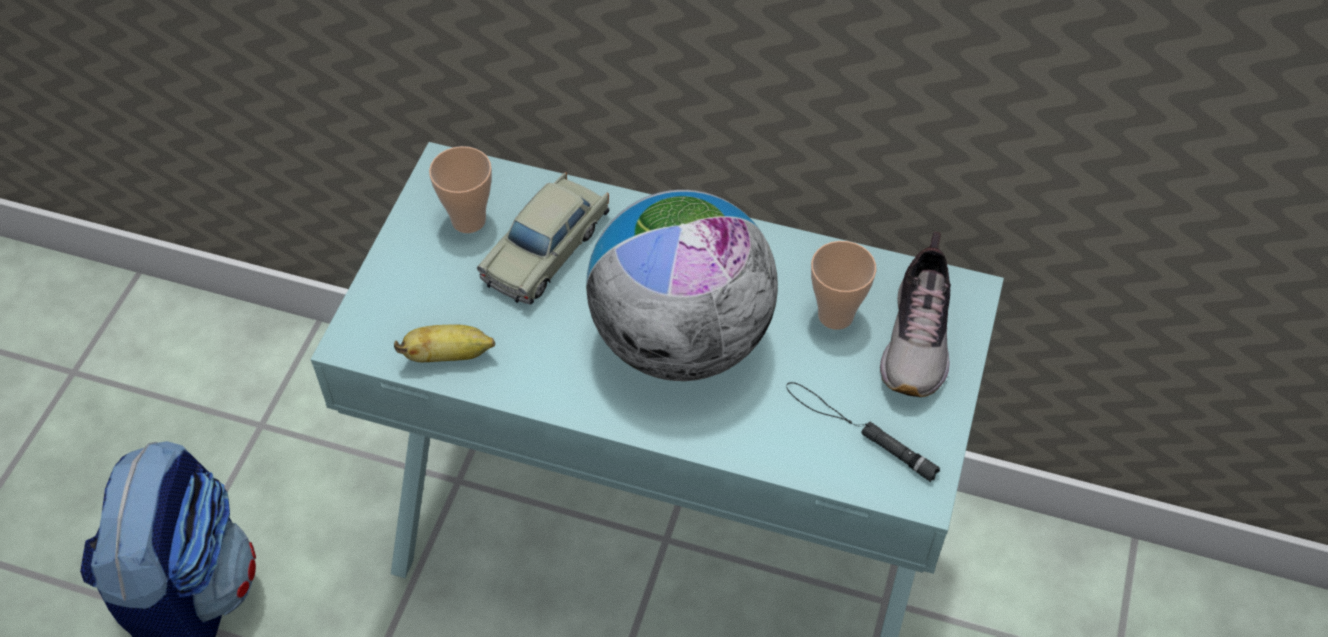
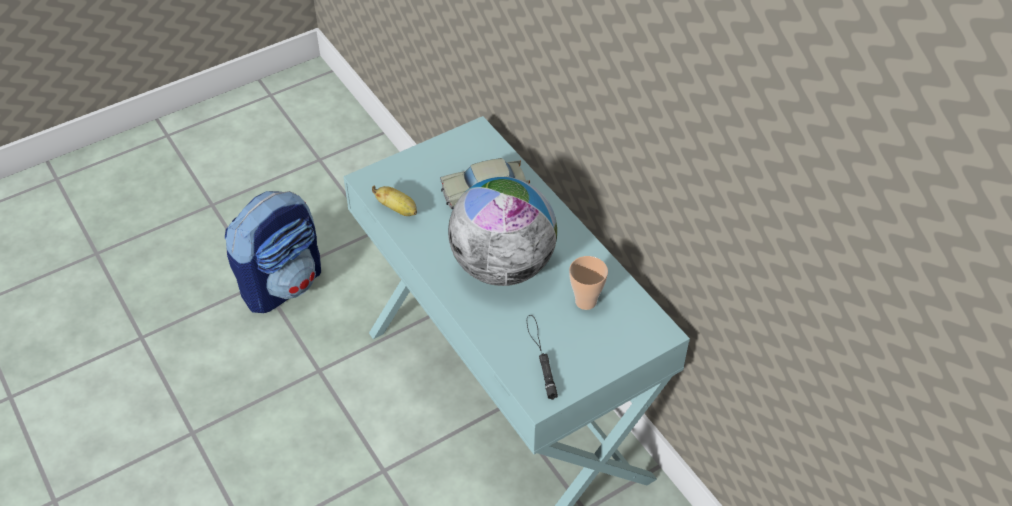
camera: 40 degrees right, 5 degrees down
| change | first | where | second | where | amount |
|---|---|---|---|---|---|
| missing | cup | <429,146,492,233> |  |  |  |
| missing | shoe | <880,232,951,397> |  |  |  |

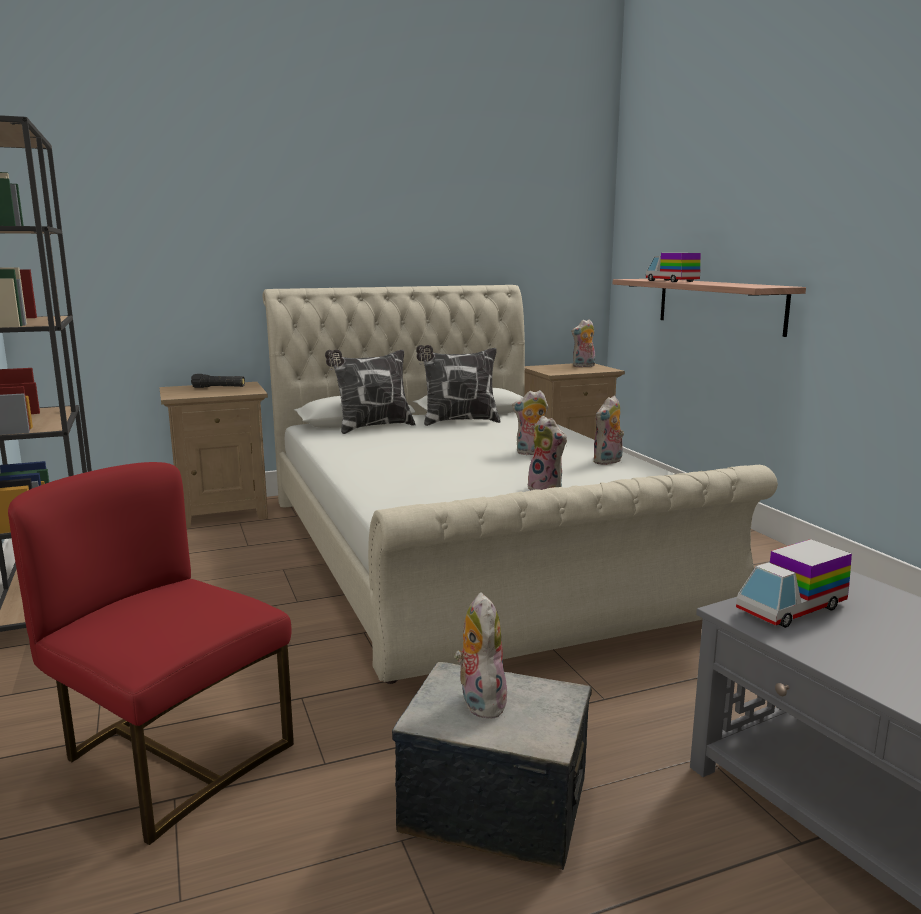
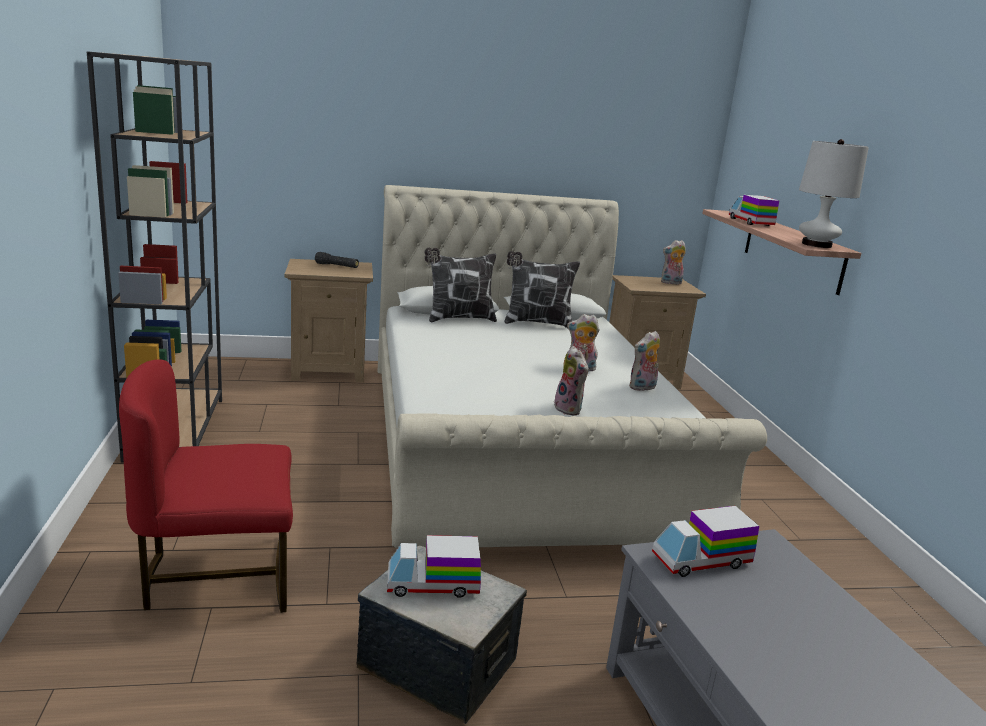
camera: 10 degrees right, 5 degrees up
| change | first | where | second | where | amount |
|---|---|---|---|---|---|
| appeared |  |  | white table lamp | <799,139,869,248> |  |
| exchanged | plush toy | <454,592,507,719> | toy truck | <387,535,481,598> |  |
| spun | red chair | <8,462,294,845> |  | <119,360,293,613> | 60 degrees counterclockwise |

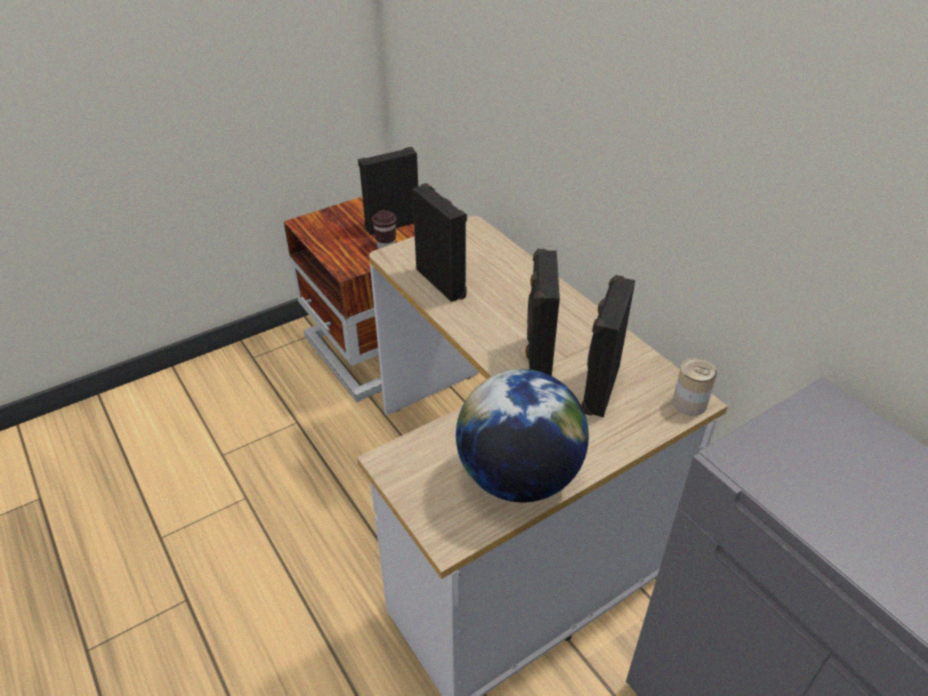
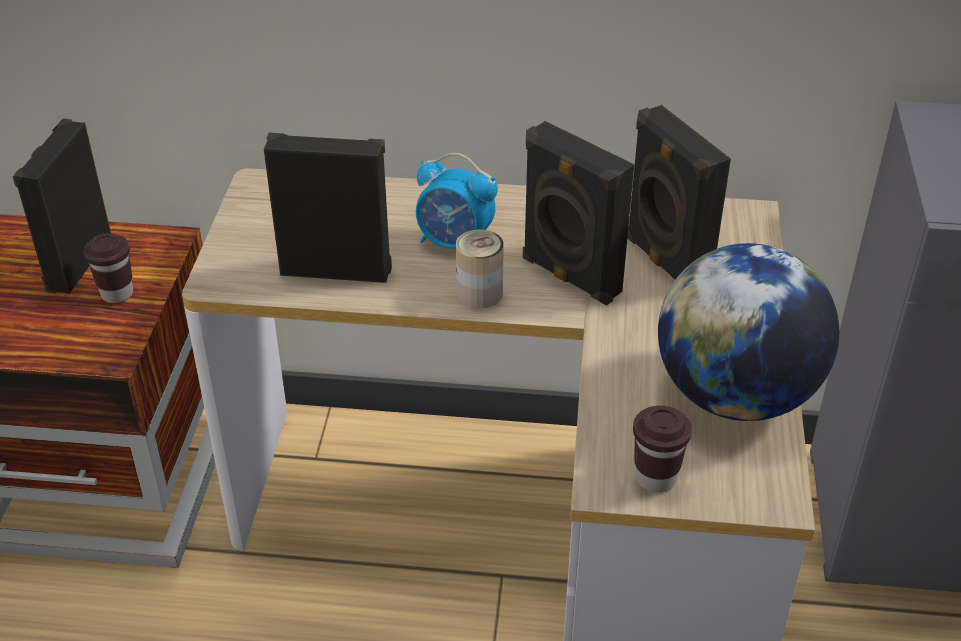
camera: 50 degrees left, 0 degrees up
| change | first | where | second | where | amount |
|---|---|---|---|---|---|
| appeared |  |  | alarm clock | <416,153,498,249> |  |
| appeared |  |  | brown cup | <633,406,692,493> |  |
| relocated | can | <672,358,717,416> |  | <456,230,504,308> |  |

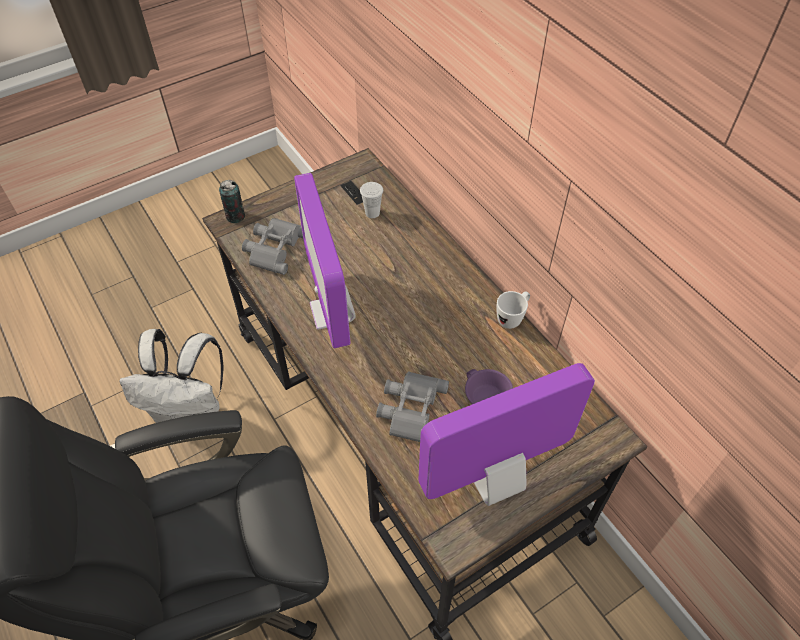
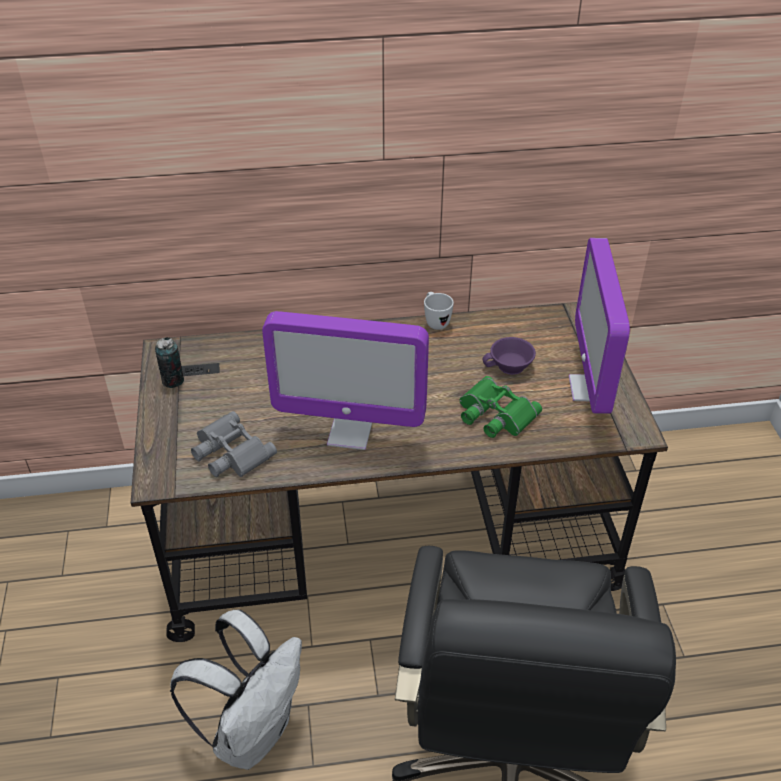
camera: 65 degrees left, 10 degrees down
| change | first | where | second | where | amount |
|---|---|---|---|---|---|
| missing | white cup | <360,182,383,218> |  |  |  |
| relocated | can | <219,180,245,223> |  | <155,337,184,388> |  |
| colour | grey binoculars | <376,371,449,442> | green binoculars | <459,376,542,438> |  |

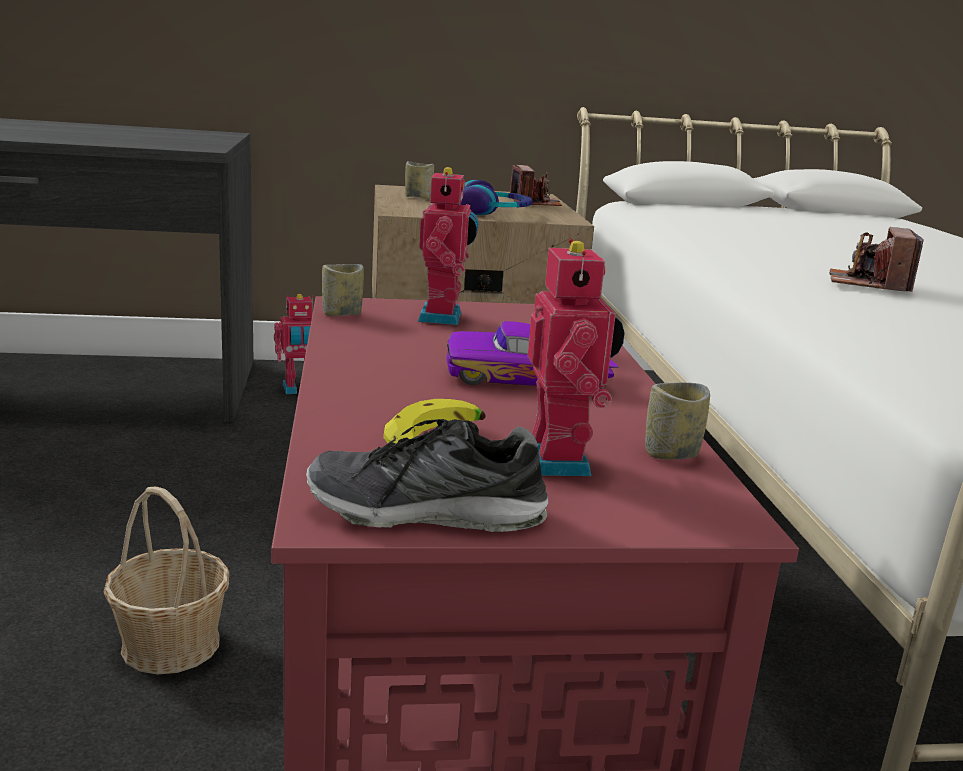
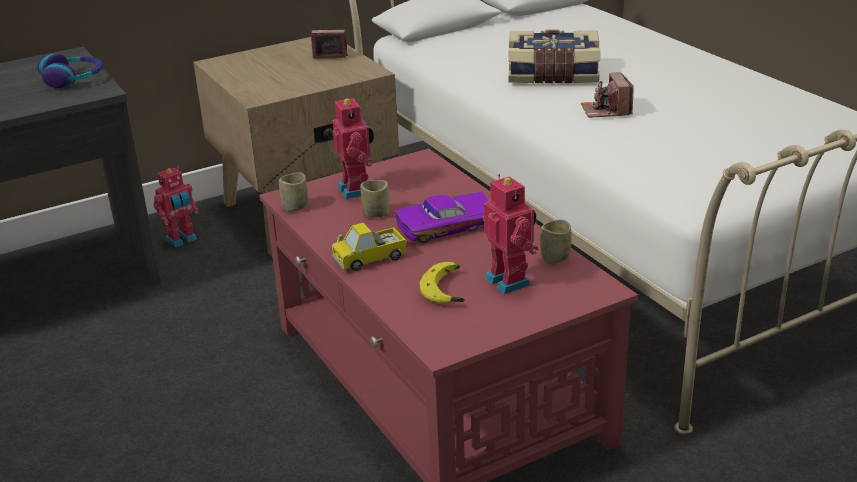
camera: 20 degrees left, 10 degrees up
| change | first | where | second | where | amount |
|---|---|---|---|---|---|
| missing | basket | <104,487,229,675> |  |  |  |
| missing | shoe | <306,419,548,532> |  |  |  |
| appeared |  |  | toy truck | <332,223,407,271> |  |
| appeared |  |  | book | <508,30,600,84> |  |
| relocated | cup | <405,161,434,199> |  | <360,180,389,218> |  |
| relocated | headphones | <460,180,533,215> |  | <37,54,103,88> |  |
| spun | photo camera | <510,165,562,206> |  | <311,28,348,59> | 60 degrees counterclockwise |

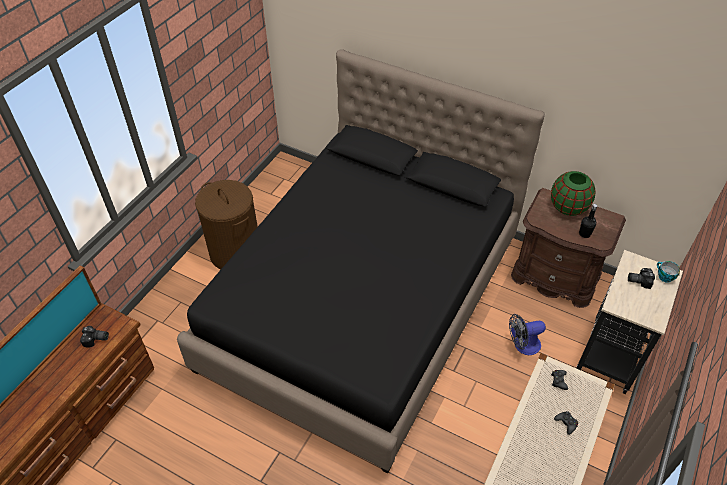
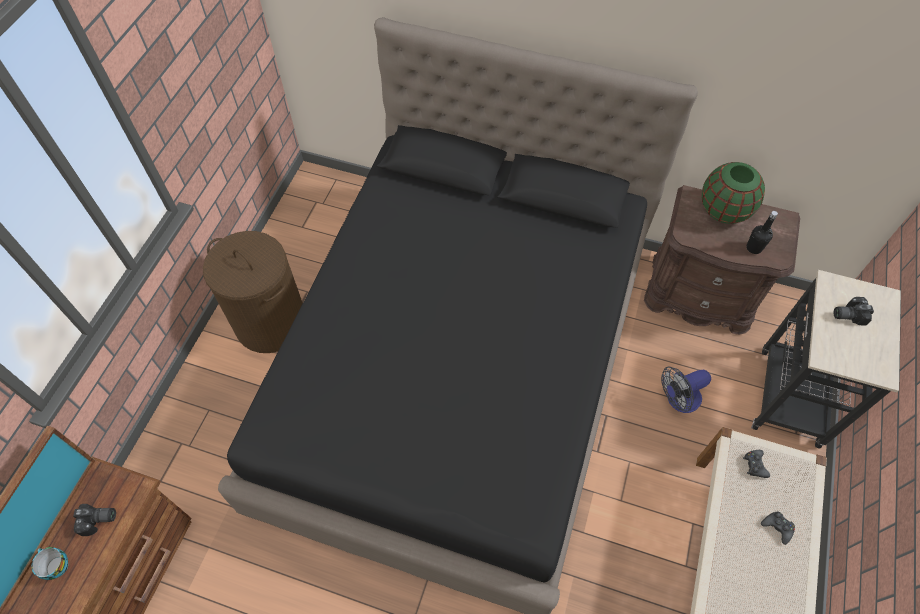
camera: 10 degrees left, 10 degrees up
| change | first | where | second | where | amount |
|---|---|---|---|---|---|
| relocated | cup | <657,261,680,283> |  | <31,547,68,580> |  |

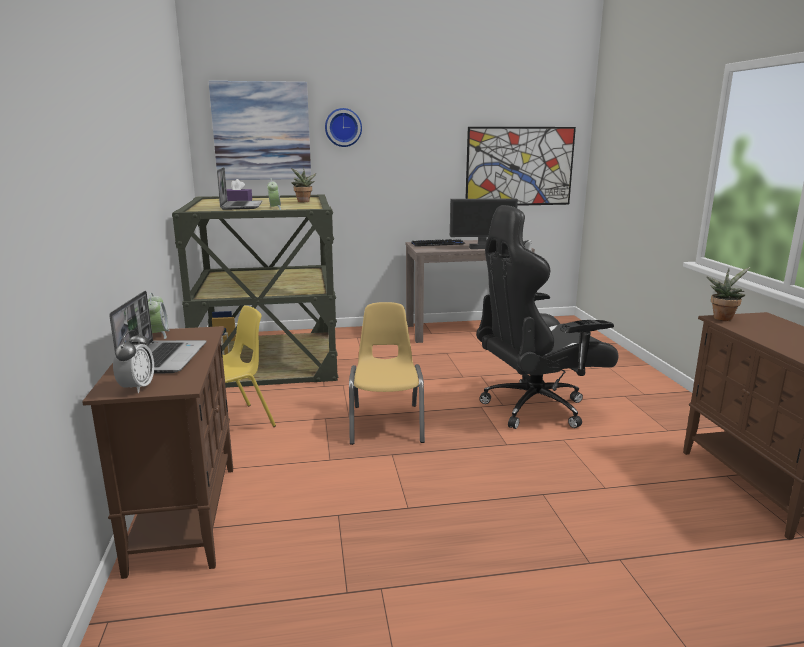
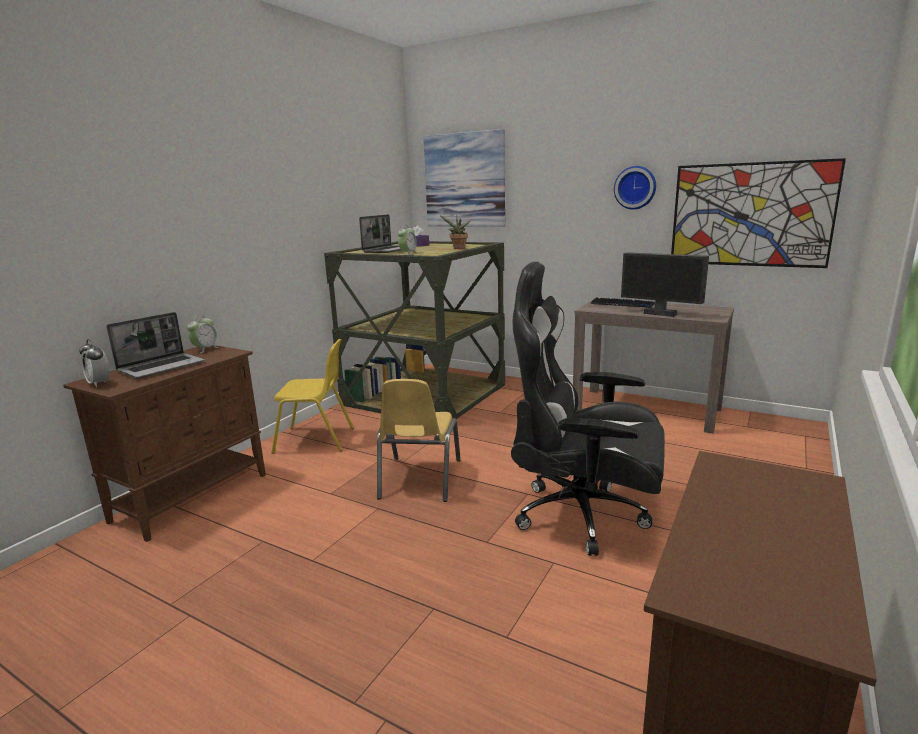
camera: 40 degrees right, 0 degrees up
| change | first | where | second | where | amount |
|---|---|---|---|---|---|
| missing | potted plant | <707,267,750,321> |  |  |  |
| relocated | wall clock | <325,108,362,147> |  | <614,166,656,210> |  |
| spun | alarm clock | <113,330,154,393> |  | <79,339,110,387> | 90 degrees clockwise |
| spun | yellow chair | <349,302,425,445> |  | <377,379,461,502> | 150 degrees clockwise |

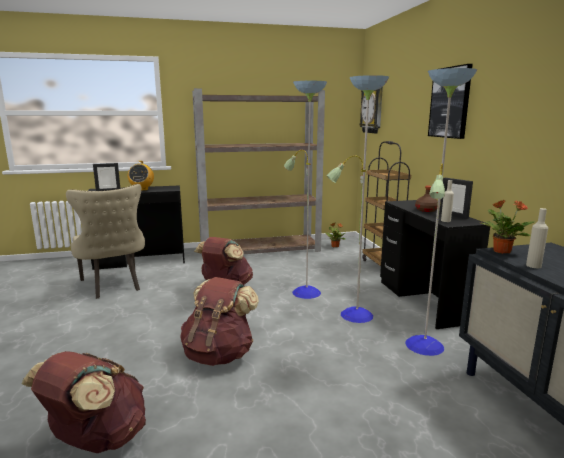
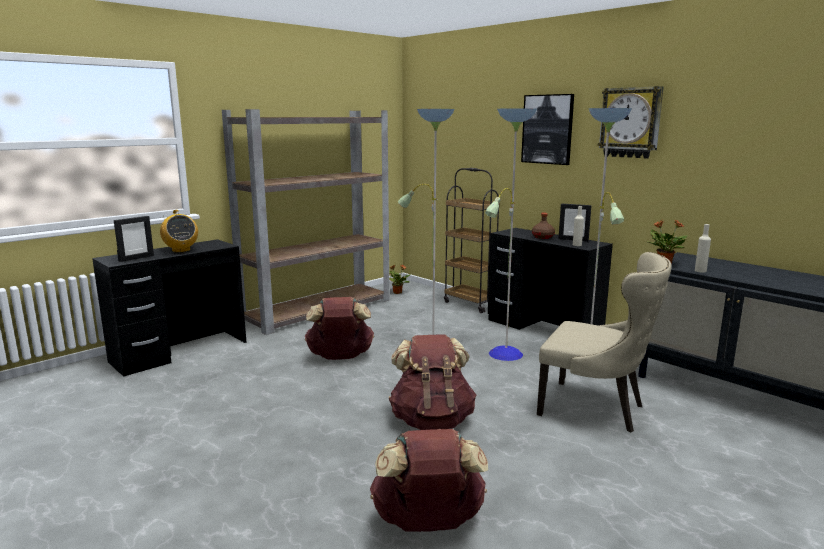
camera: 30 degrees left, 0 degrees up
| change | first | where | second | where | amount |
|---|---|---|---|---|---|
| relocated | beige chair | <66,184,145,299> |  | <537,252,672,432> |  |
| relocated | wall clock | <359,87,383,134> |  | <598,86,664,159> |  |

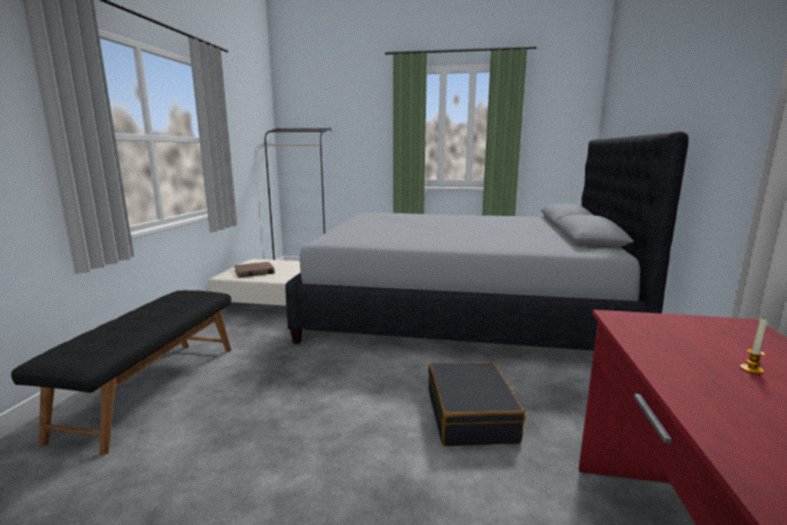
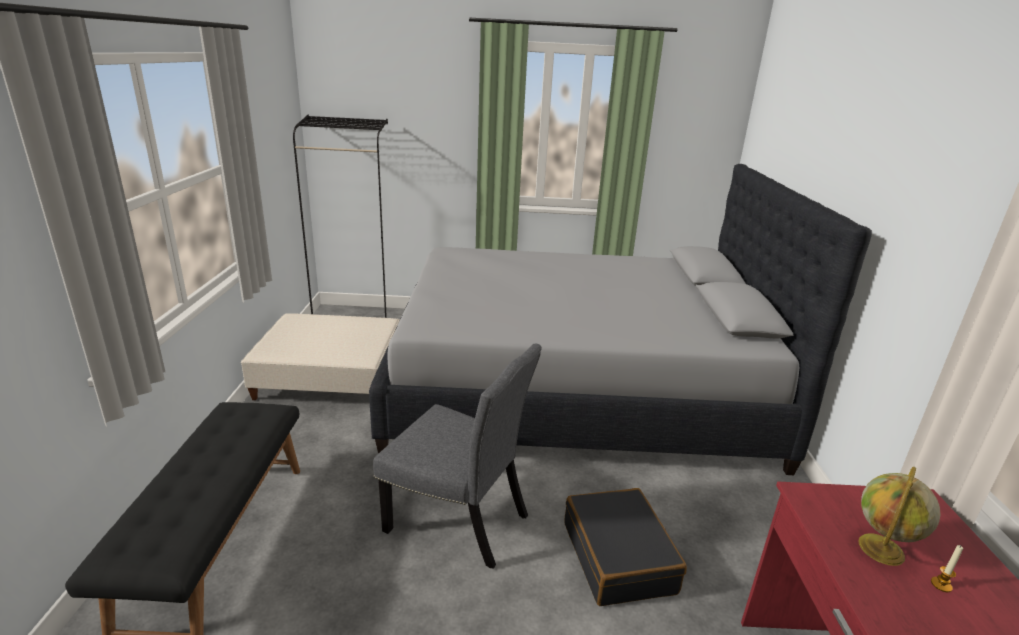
camera: 10 degrees left, 10 degrees up
| change | first | where | second | where | amount |
|---|---|---|---|---|---|
| missing | brown book | <234,262,275,278> |  |  |  |
| appeared |  |  | grey chair | <373,344,542,569> |  |
| appeared |  |  | globe | <858,467,941,566> |  |

